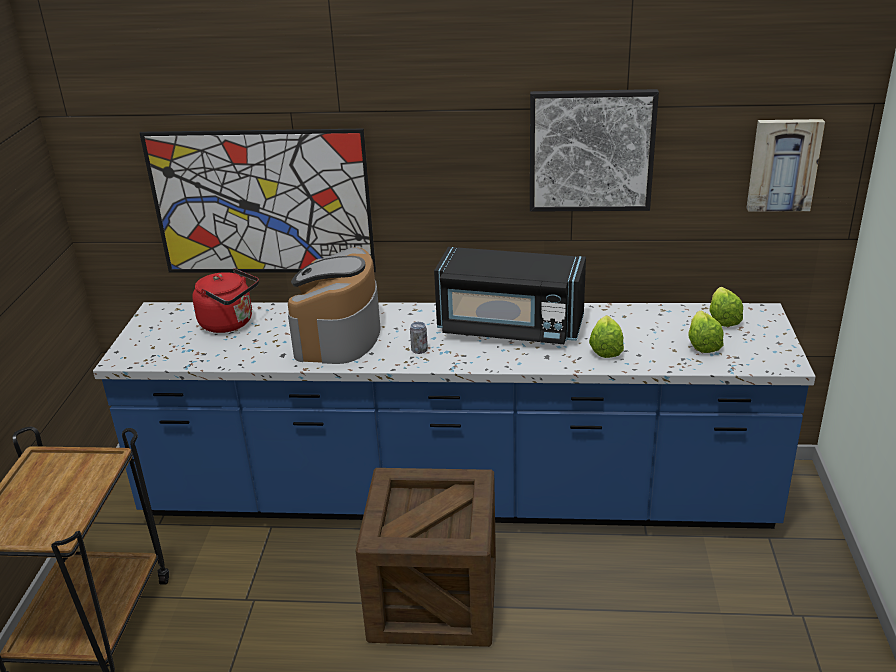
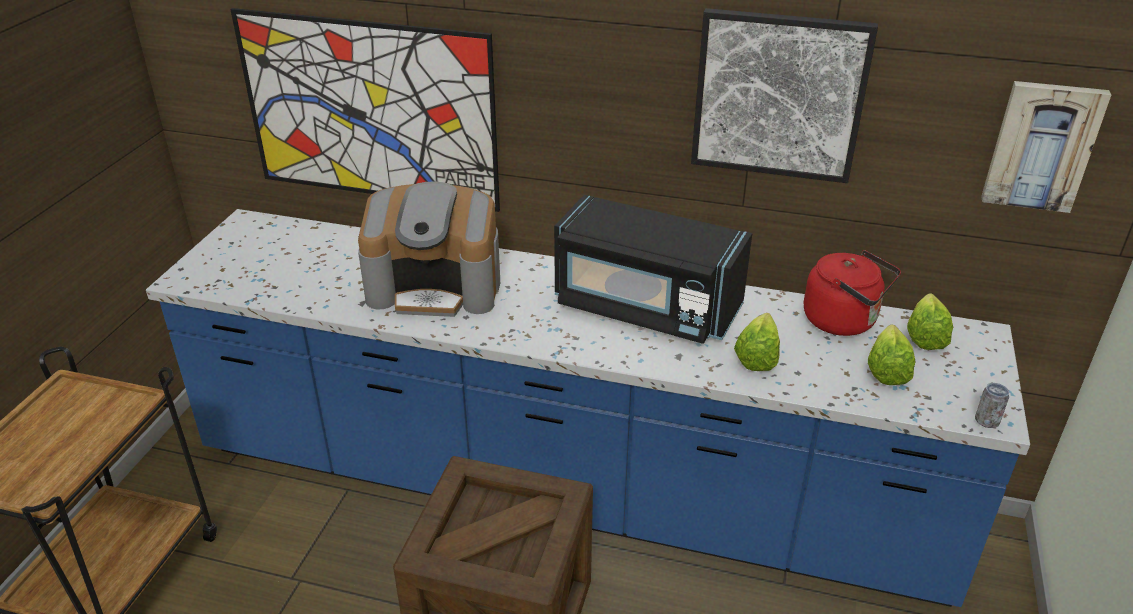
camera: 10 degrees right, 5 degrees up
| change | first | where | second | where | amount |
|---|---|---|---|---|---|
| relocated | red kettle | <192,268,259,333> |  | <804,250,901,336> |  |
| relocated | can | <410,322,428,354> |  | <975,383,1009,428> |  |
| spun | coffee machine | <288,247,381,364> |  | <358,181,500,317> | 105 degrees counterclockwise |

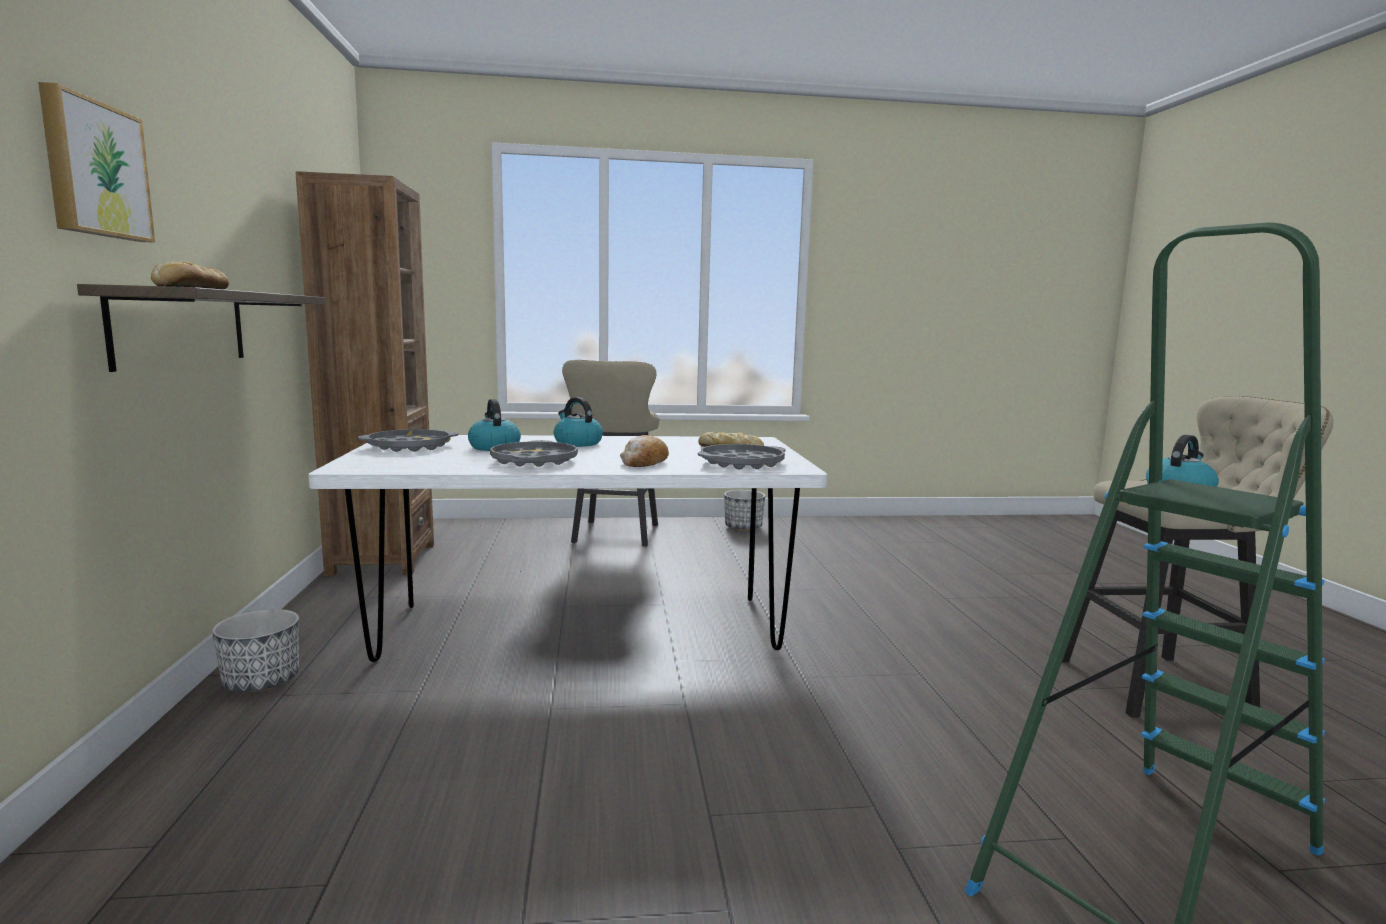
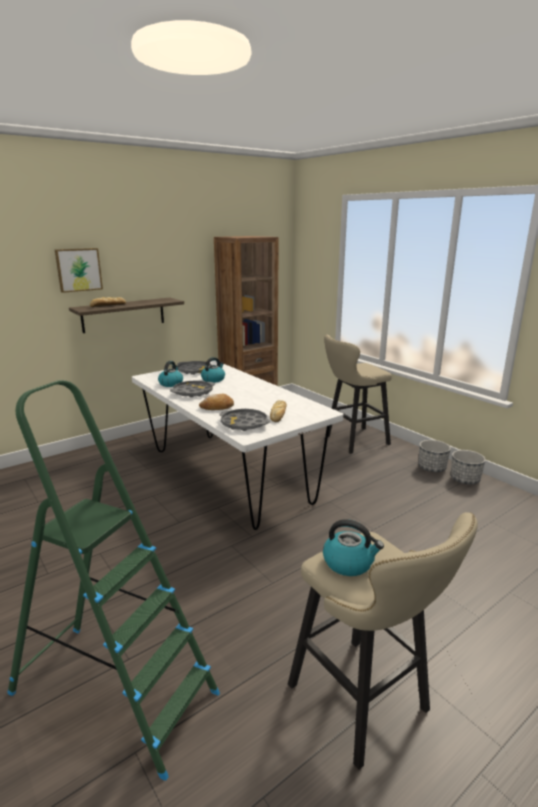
camera: 60 degrees right, 10 degrees up
| change | first | where | second | where | amount |
|---|---|---|---|---|---|
| relocated | planter | <212,609,299,692> |  | <451,450,486,484> |  |
| relocated | kettle | <554,397,603,447> |  | <158,361,183,387> |  |

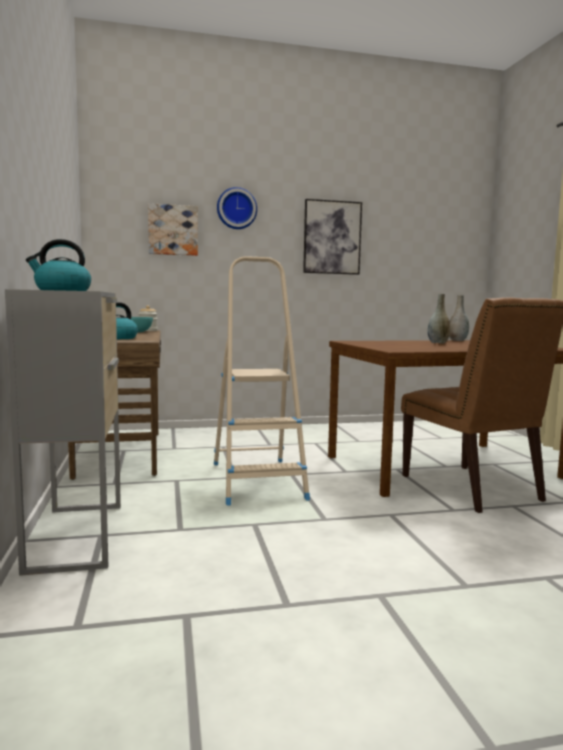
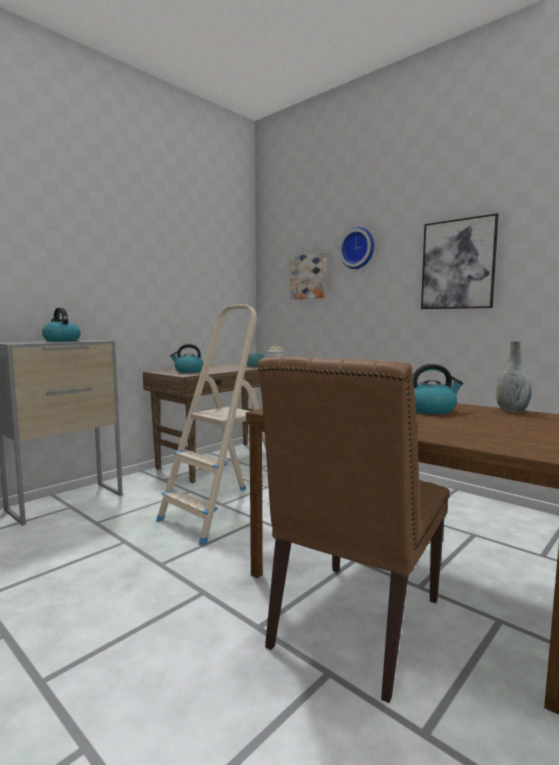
camera: 55 degrees right, 0 degrees up
| change | first | where | second | where | amount |
|---|---|---|---|---|---|
| exchanged | grey vase | <428,294,450,344> | kettle | <413,364,463,414> |  |

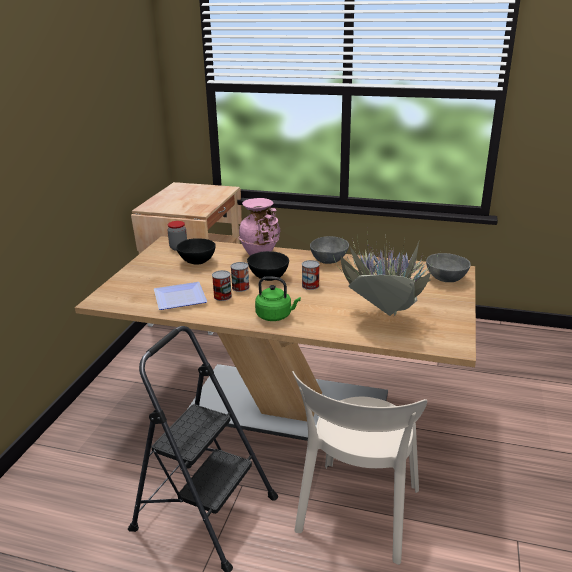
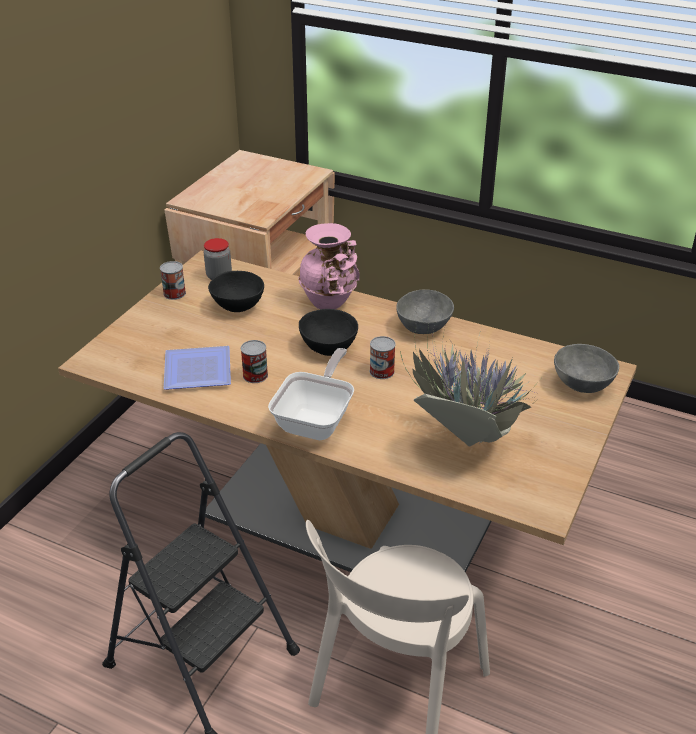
camera: 10 degrees right, 10 degrees up
| change | first | where | second | where | amount |
|---|---|---|---|---|---|
| relocated | can | <231,262,249,292> |  | <160,261,186,300> |  |
| exchanged | green kettle | <255,276,301,321> | frying pan | <268,348,354,440> |  |

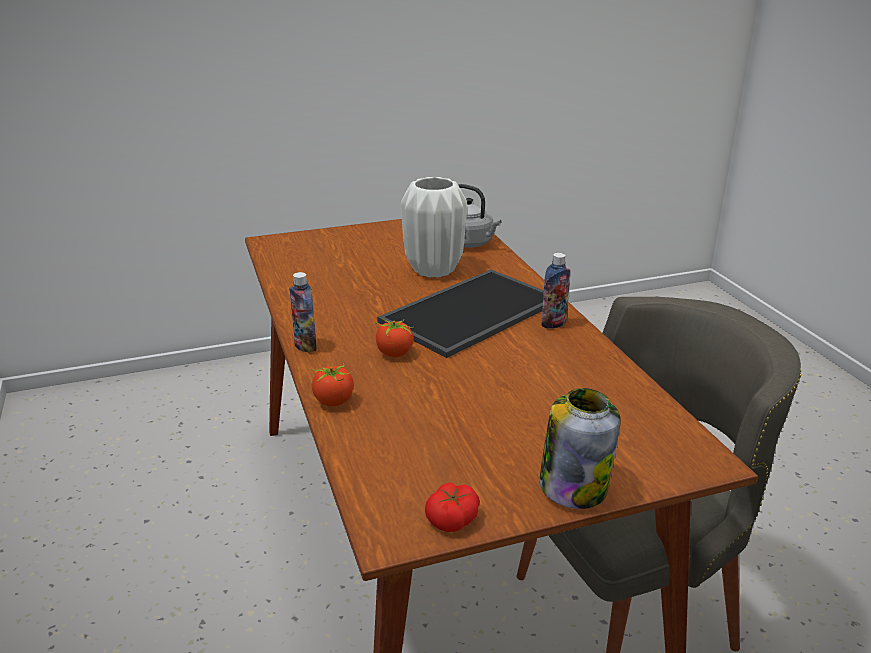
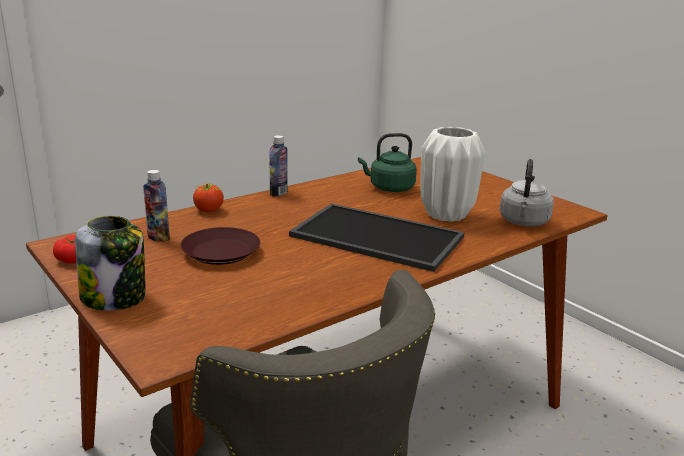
camera: 70 degrees right, 5 degrees down
| change | first | where | second | where | amount |
|---|---|---|---|---|---|
| missing | tomato | <373,316,413,357> |  |  |  |
| appeared |  |  | brown plate | <180,227,260,265> |  |
| appeared |  |  | green kettle | <358,133,417,192> |  |
| relocated | bottle | <541,253,571,329> |  | <143,170,170,242> |  |

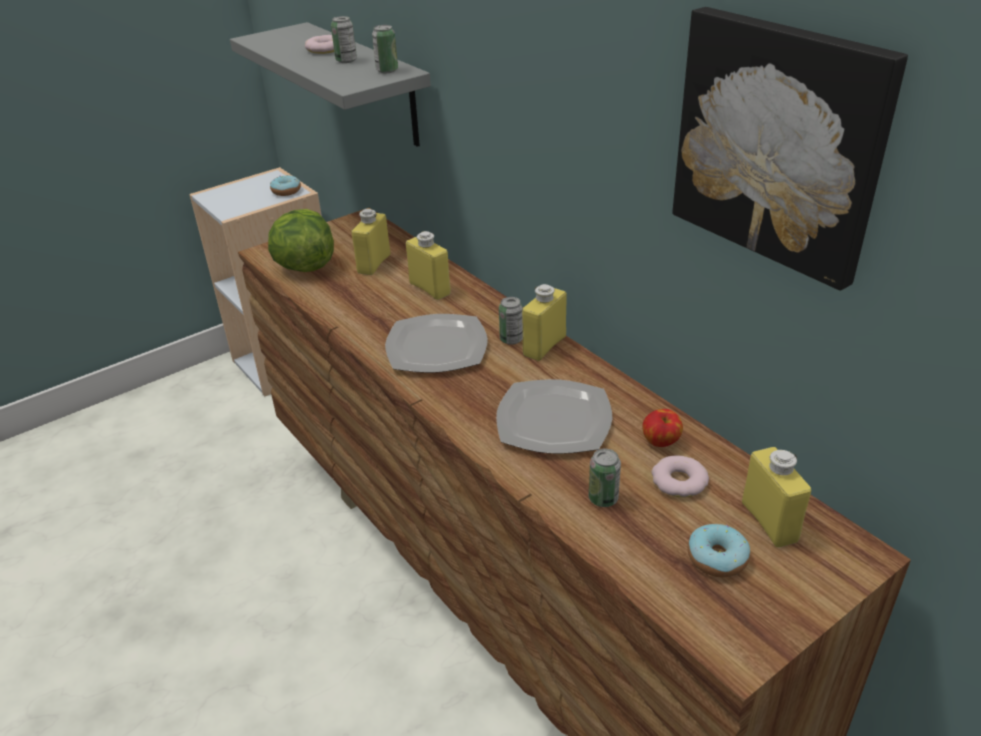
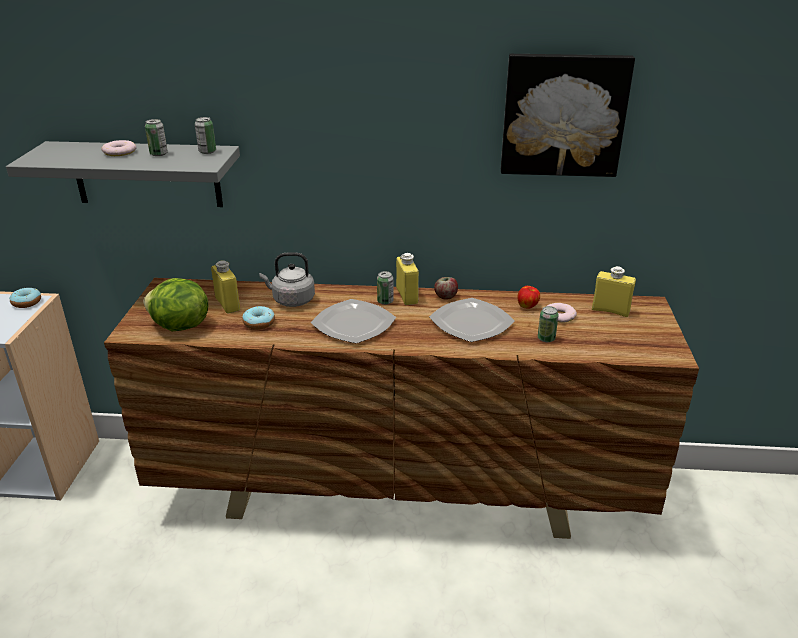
camera: 50 degrees left, 5 degrees down
| change | first | where | second | where | amount |
|---|---|---|---|---|---|
| appeared |  |  | apple | <434,277,458,299> |  |
| relocated | donut | <688,524,750,577> |  | <242,306,275,330> |  |
| exchanged | yellow bottle | <406,231,451,300> | grey kettle | <259,252,315,307> |  |

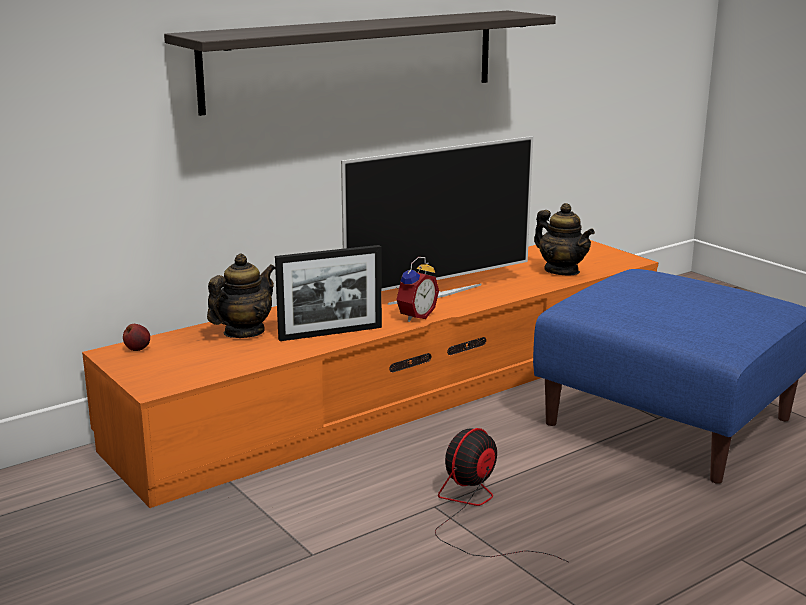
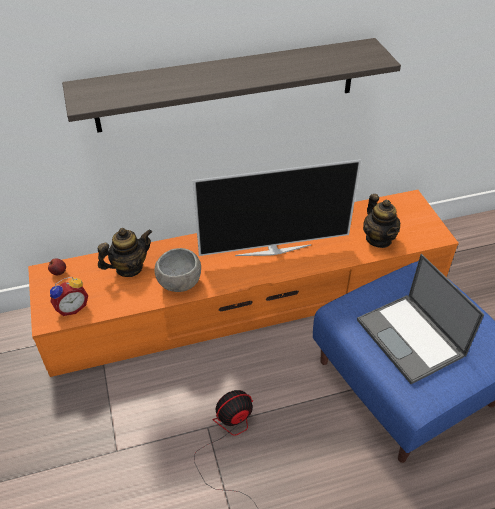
camera: 20 degrees right, 25 degrees up
| change | first | where | second | where | amount |
|---|---|---|---|---|---|
| appeared |  |  | laptop | <357,254,484,384> |  |
| relocated | alarm clock | <396,257,439,322> |  | <50,277,89,316> |  |
| exchanged | picture frame | <275,245,382,341> | grey bowl | <154,248,201,292> |  |

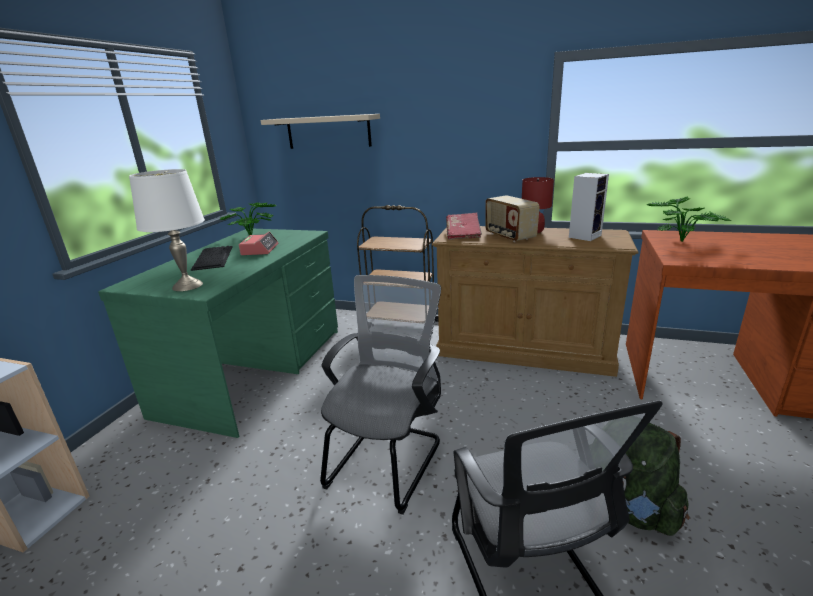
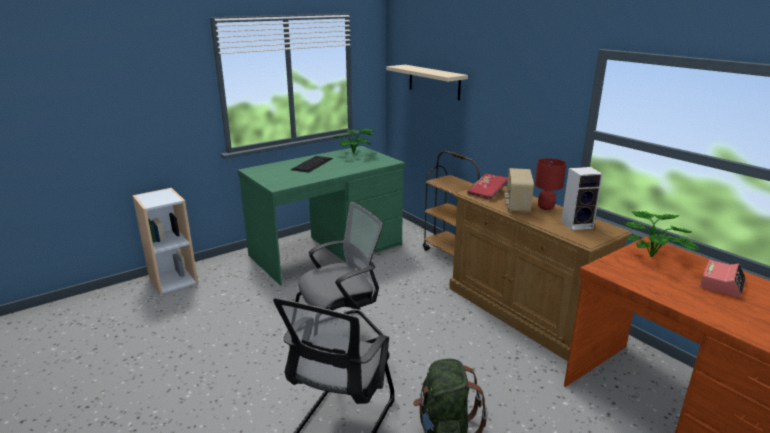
camera: 35 degrees right, 0 degrees up
| change | first | where | second | where | amount |
|---|---|---|---|---|---|
| missing | white table lamp | <129,169,205,291> |  |  |  |
| relocated | alarm clock | <239,232,279,255> |  | <700,260,746,298> |  |

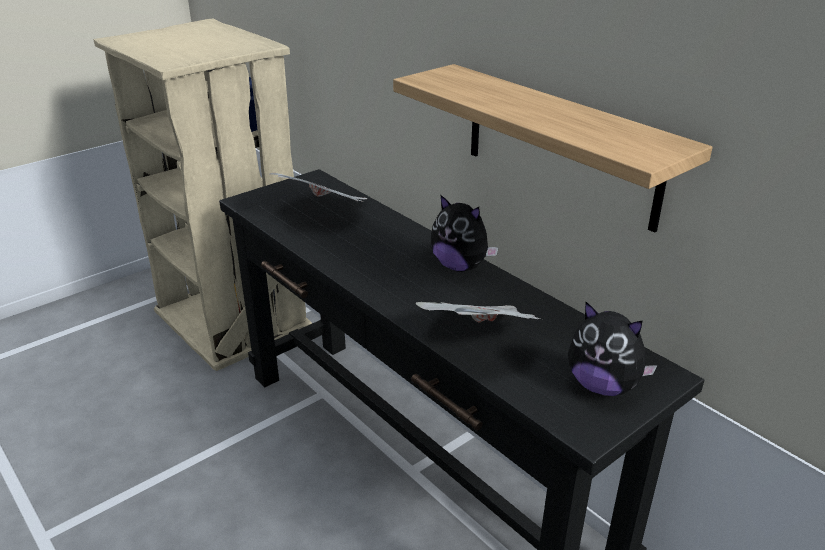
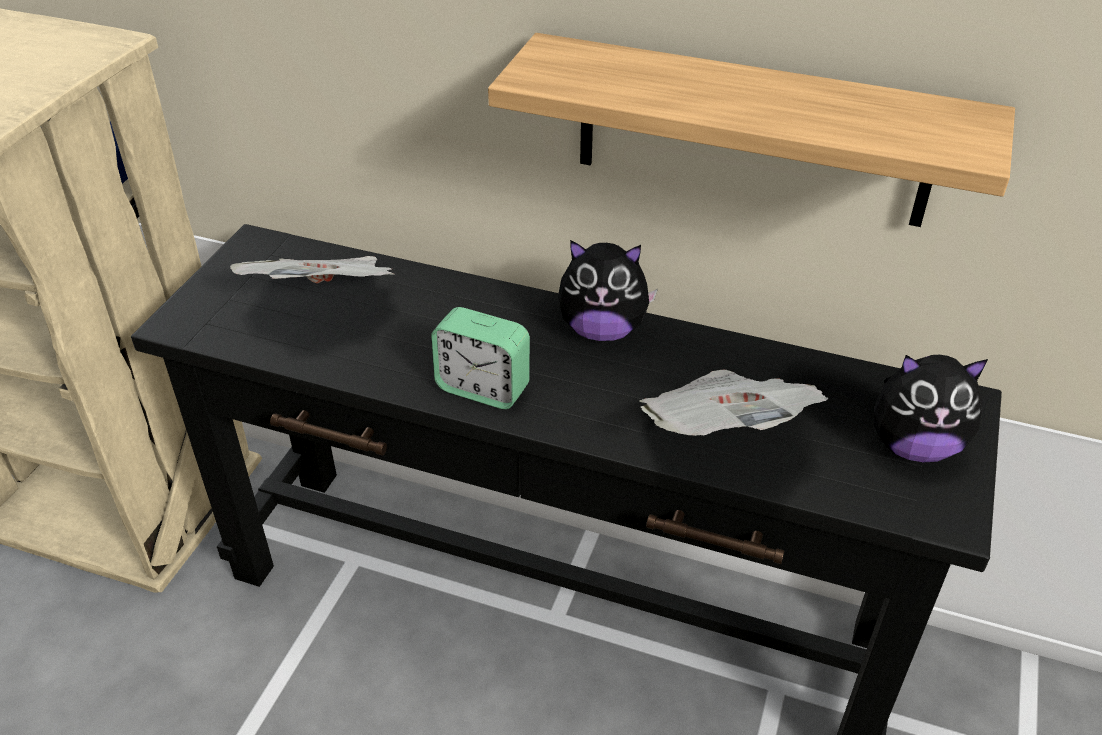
camera: 30 degrees left, 10 degrees up
| change | first | where | second | where | amount |
|---|---|---|---|---|---|
| appeared |  |  | alarm clock | <431,307,530,409> |  |

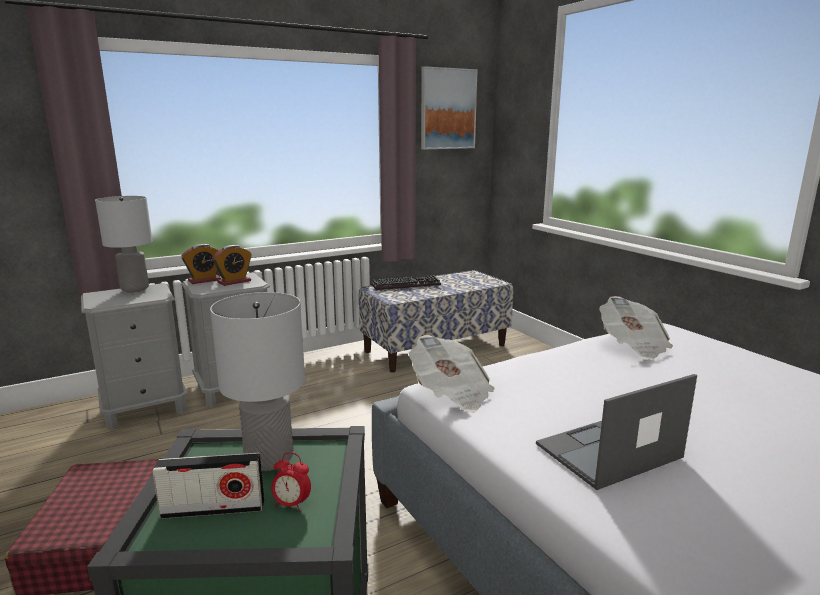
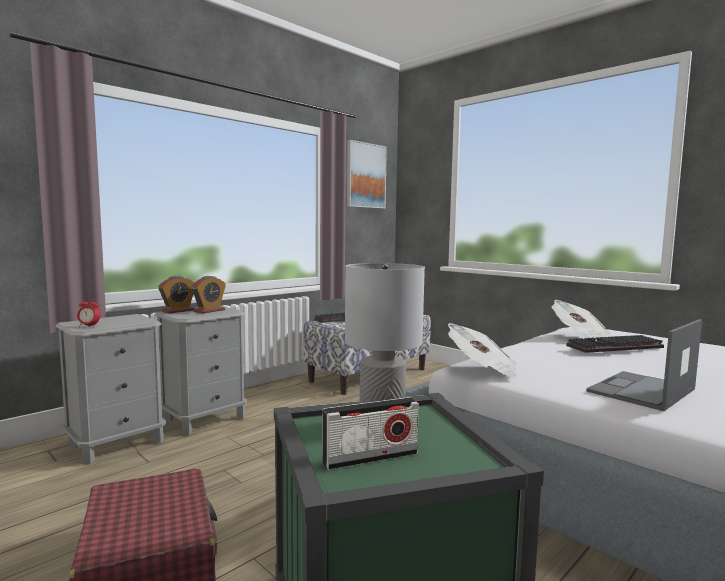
camera: 15 degrees left, 10 degrees down
| change | first | where | second | where | amount |
|---|---|---|---|---|---|
| missing | grey table lamp | <95,196,152,293> |  |  |  |
| appeared |  |  | keyboard | <566,335,664,353> |  |
| relocated | alarm clock | <271,453,311,512> |  | <77,297,101,327> |  |

